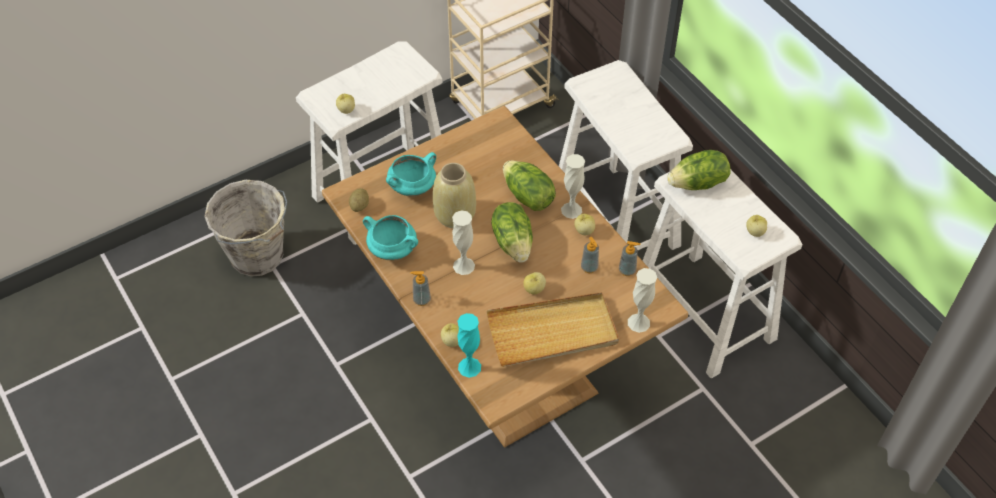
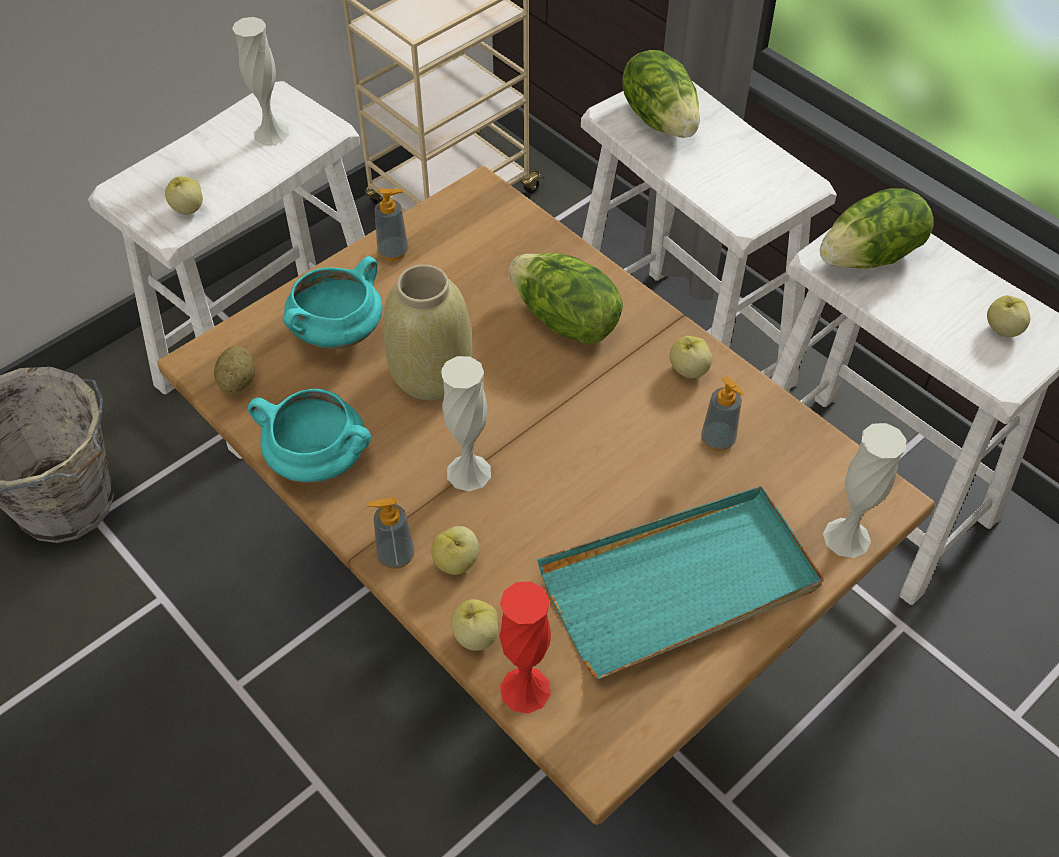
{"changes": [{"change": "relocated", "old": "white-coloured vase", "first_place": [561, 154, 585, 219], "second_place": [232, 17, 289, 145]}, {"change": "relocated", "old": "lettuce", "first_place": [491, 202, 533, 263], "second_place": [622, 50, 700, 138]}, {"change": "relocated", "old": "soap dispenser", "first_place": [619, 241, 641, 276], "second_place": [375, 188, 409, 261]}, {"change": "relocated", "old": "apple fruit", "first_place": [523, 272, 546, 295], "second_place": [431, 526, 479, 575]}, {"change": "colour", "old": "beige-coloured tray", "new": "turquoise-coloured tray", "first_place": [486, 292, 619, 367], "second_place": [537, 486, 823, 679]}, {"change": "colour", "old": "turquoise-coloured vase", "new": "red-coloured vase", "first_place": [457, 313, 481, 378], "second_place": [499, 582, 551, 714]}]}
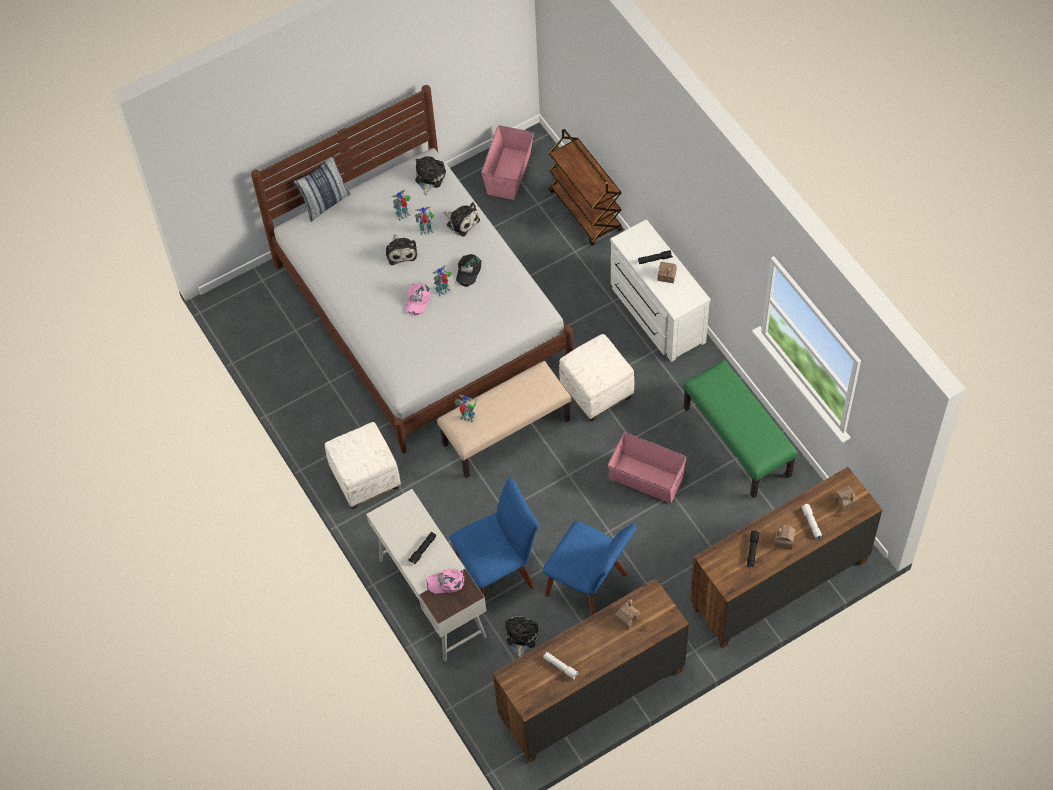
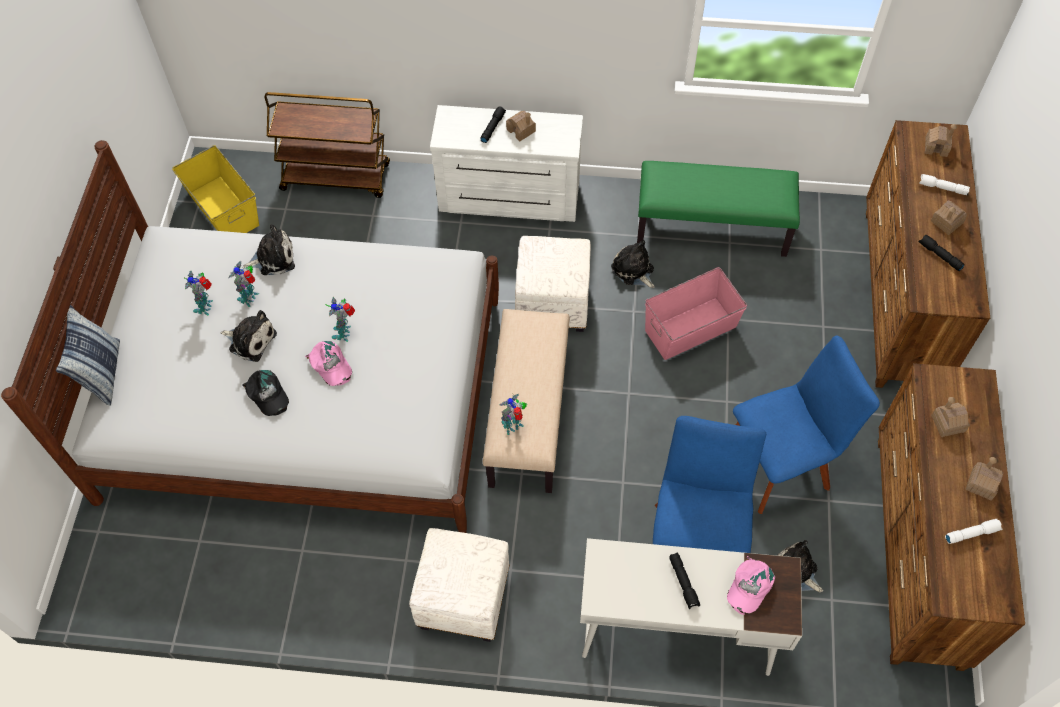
{"changes": [{"change": "colour", "old": "pink-coloured storage box", "new": "yellowish storage box", "first_place": [481, 125, 534, 200], "second_place": [172, 145, 259, 233]}, {"change": "relocated", "old": "soft toy", "first_place": [415, 156, 446, 195], "second_place": [611, 240, 655, 288]}, {"change": "relocated", "old": "blackish cap", "first_place": [456, 254, 481, 287], "second_place": [242, 370, 289, 416]}, {"change": "appeared", "new": "miniature house", "second_place": [965, 457, 1003, 501]}]}
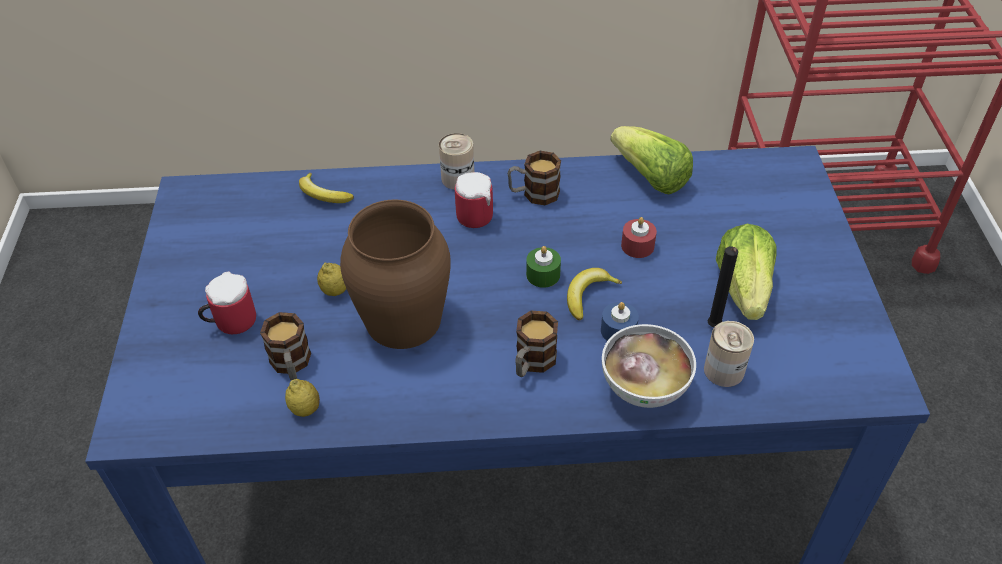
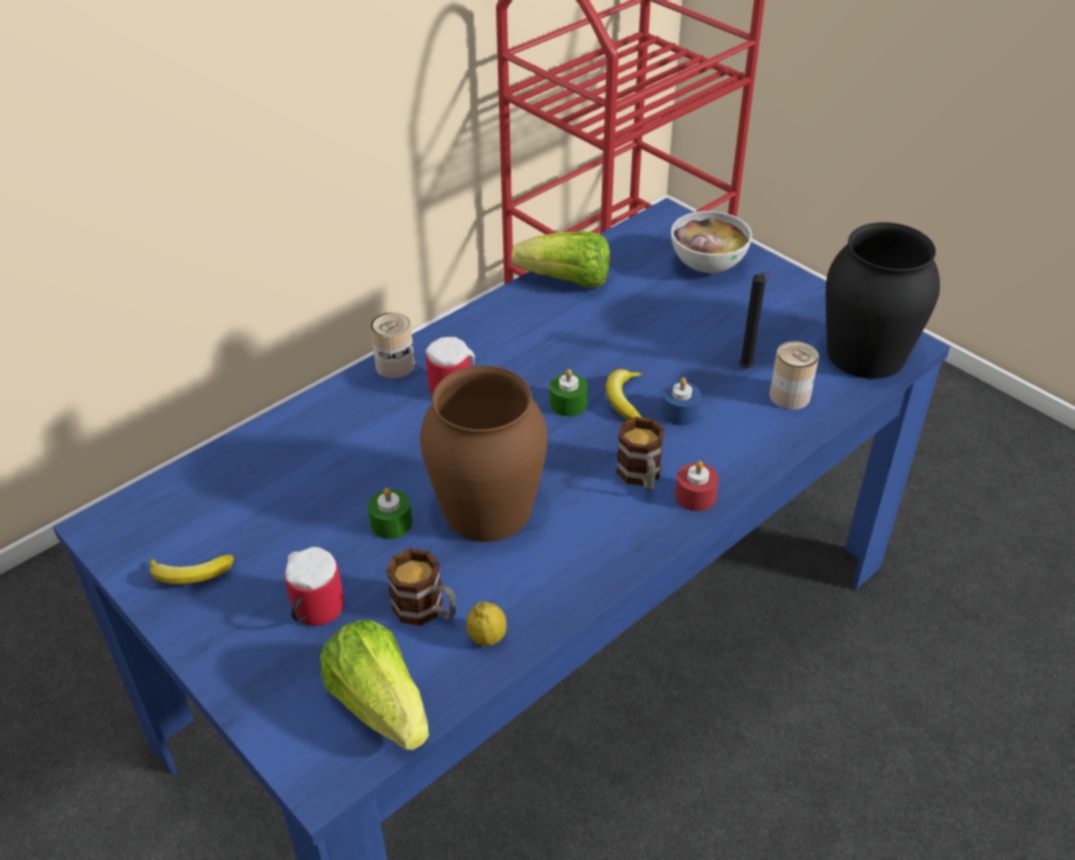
{"changes": [{"change": "missing", "old": "coffee mug", "first_place": [508, 151, 561, 205]}, {"change": "relocated", "old": "whole banana", "first_place": [299, 173, 354, 203], "second_place": [149, 555, 234, 584]}, {"change": "relocated", "old": "red-coloured candle", "first_place": [621, 217, 657, 258], "second_place": [675, 461, 719, 511]}, {"change": "relocated", "old": "lettuce", "first_place": [716, 224, 777, 320], "second_place": [320, 620, 429, 750]}, {"change": "exchanged", "old": "citrus fruit", "new": "greenish candle", "first_place": [317, 263, 346, 296], "second_place": [368, 488, 412, 539]}, {"change": "relocated", "old": "serving bowl", "first_place": [602, 324, 696, 408], "second_place": [671, 211, 752, 273]}, {"change": "appeared", "new": "blackish vase", "second_place": [826, 222, 940, 379]}]}
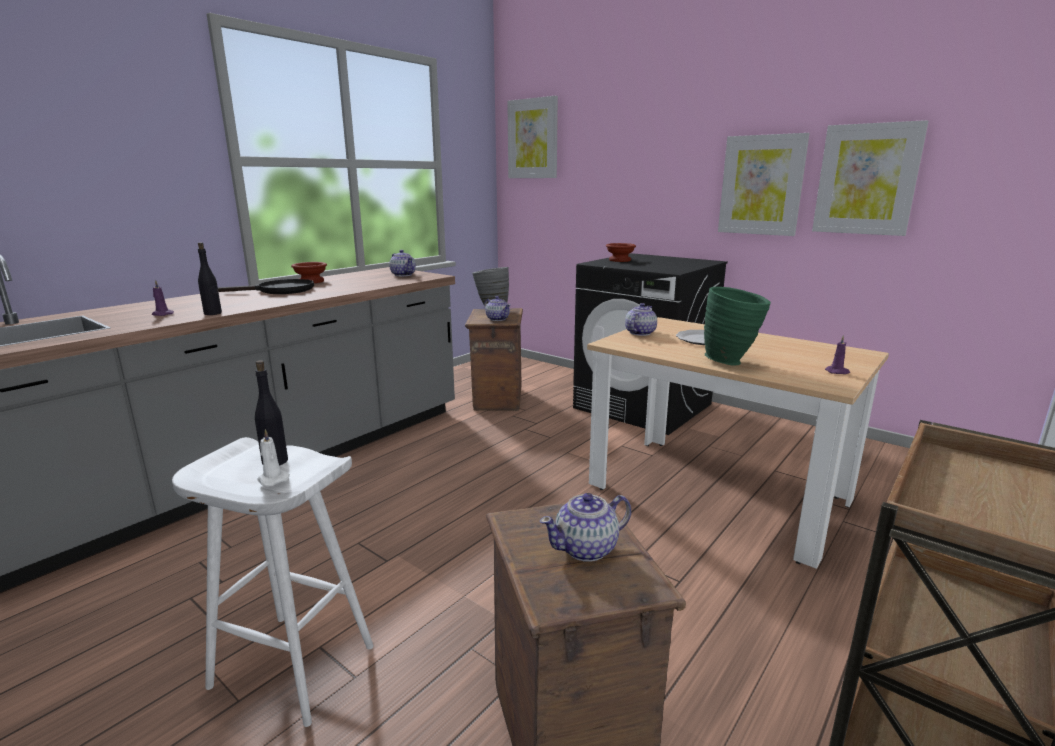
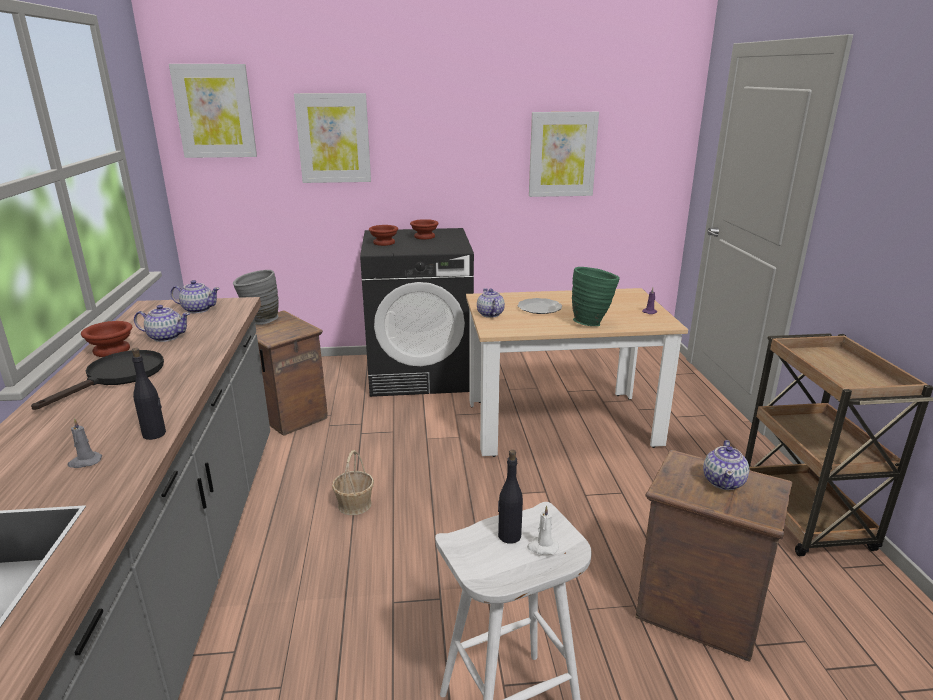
{"changes": [{"change": "relocated", "old": "wall art", "first_place": [718, 133, 810, 236], "second_place": [294, 93, 371, 183]}, {"change": "colour", "old": "purple-coloured candle", "new": "greyish candle", "first_place": [152, 280, 174, 316], "second_place": [68, 418, 102, 468]}, {"change": "relocated", "old": "teapot", "first_place": [484, 296, 511, 321], "second_place": [134, 305, 190, 342]}, {"change": "appeared", "new": "brown serving bowl", "second_place": [410, 219, 439, 239]}, {"change": "appeared", "new": "household basket", "second_place": [332, 450, 374, 515]}]}
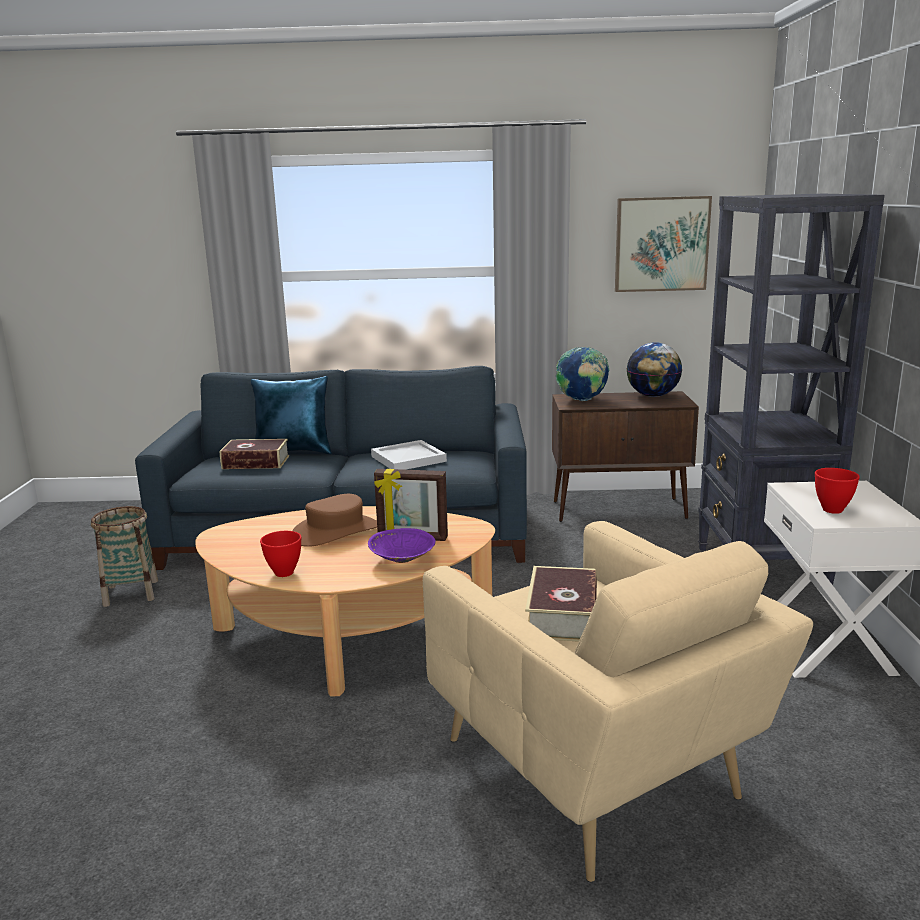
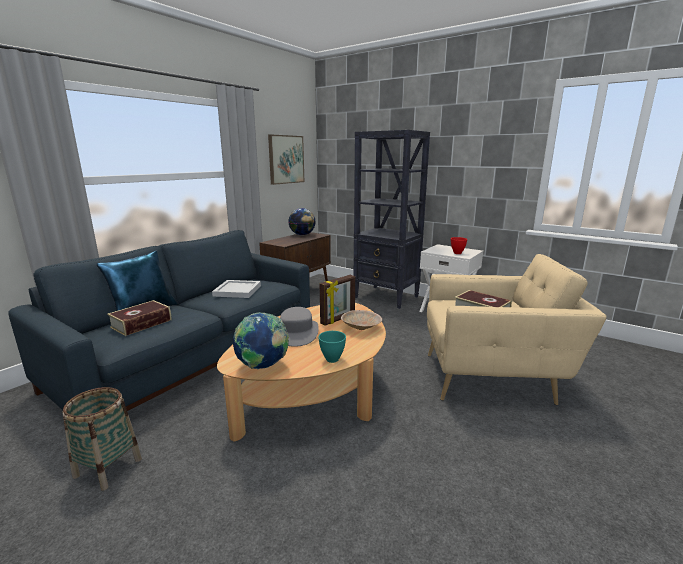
{"changes": [{"change": "relocated", "old": "world globe", "first_place": [556, 347, 609, 401], "second_place": [233, 312, 289, 370]}, {"change": "colour", "old": "brown hat", "new": "greyish hat", "first_place": [292, 494, 377, 547], "second_place": [280, 307, 319, 347]}, {"change": "colour", "old": "purple-coloured serving bowl", "new": "beige-coloured serving bowl", "first_place": [368, 528, 436, 563], "second_place": [341, 310, 382, 330]}, {"change": "colour", "old": "red-coloured serving bowl", "new": "turquoise-coloured serving bowl", "first_place": [260, 531, 301, 577], "second_place": [318, 331, 346, 363]}]}
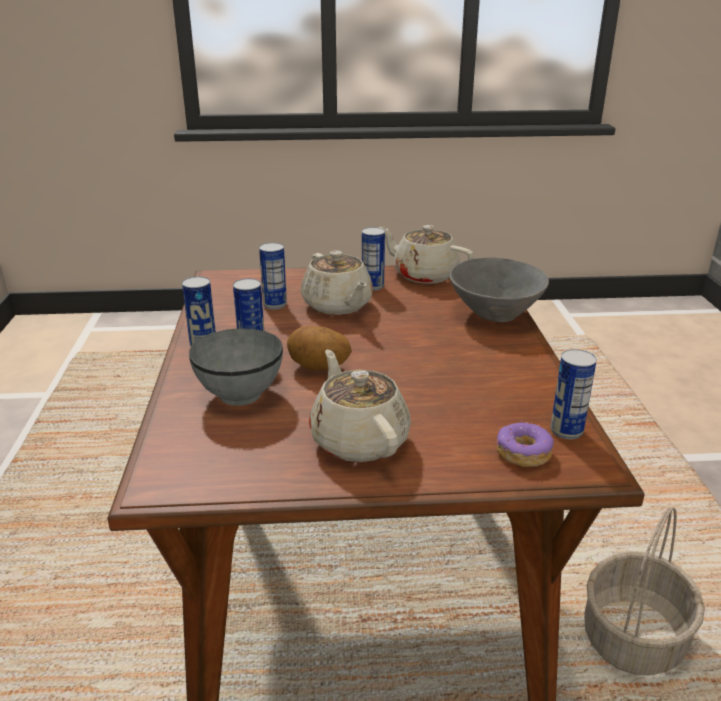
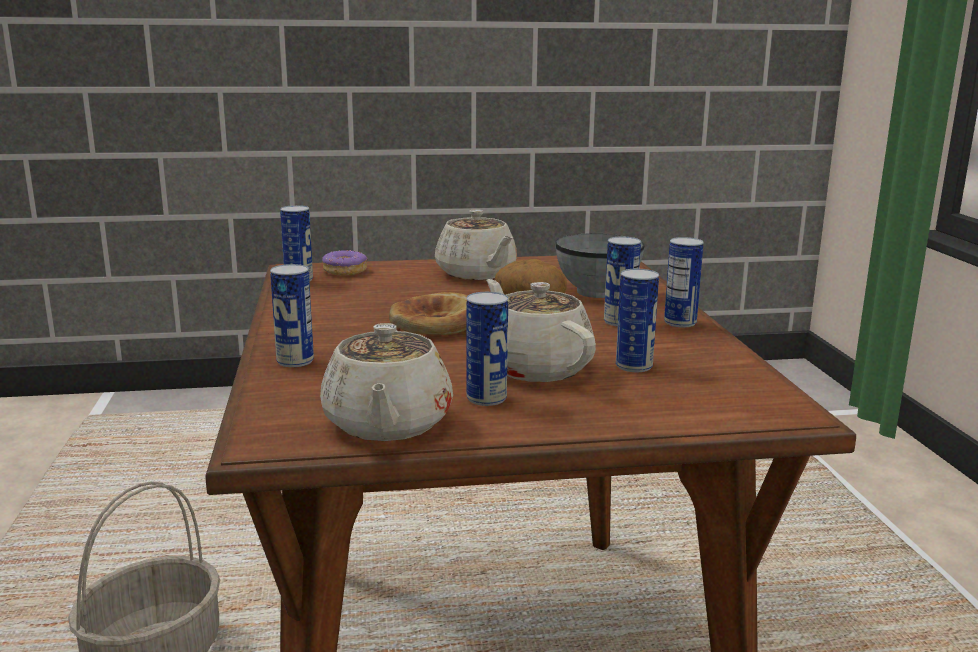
{"changes": [{"change": "spun", "old": "beige-coloured teapot", "first_place": [379, 225, 474, 284], "second_place": [320, 323, 453, 441], "degrees": 60}, {"change": "exchanged", "old": "greyish serving bowl", "new": "sealed can", "first_place": [449, 257, 549, 322], "second_place": [270, 264, 314, 367]}, {"change": "appeared", "new": "bread", "second_place": [389, 292, 468, 335]}]}
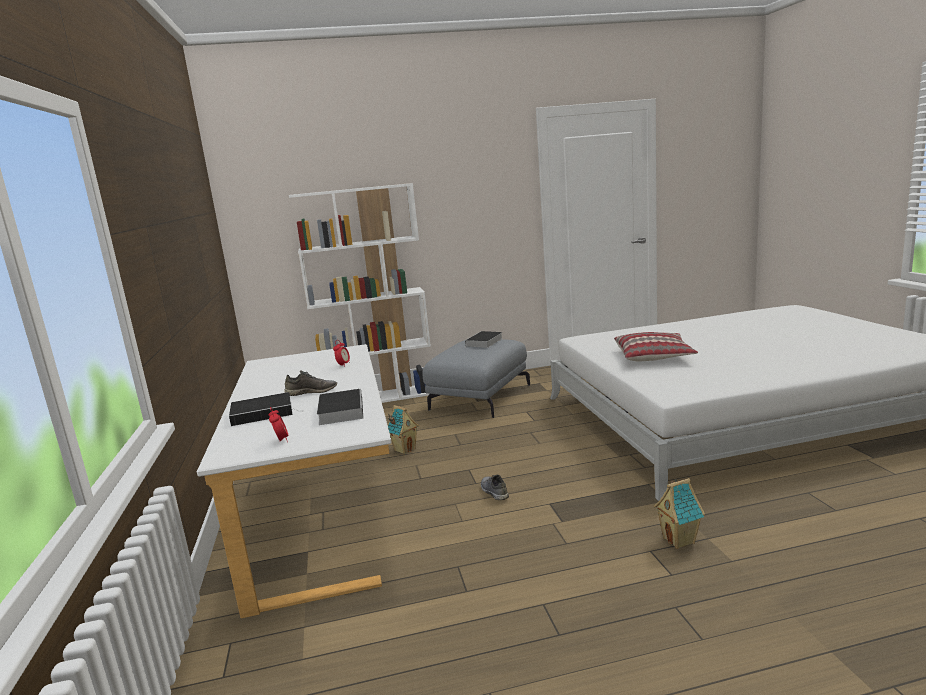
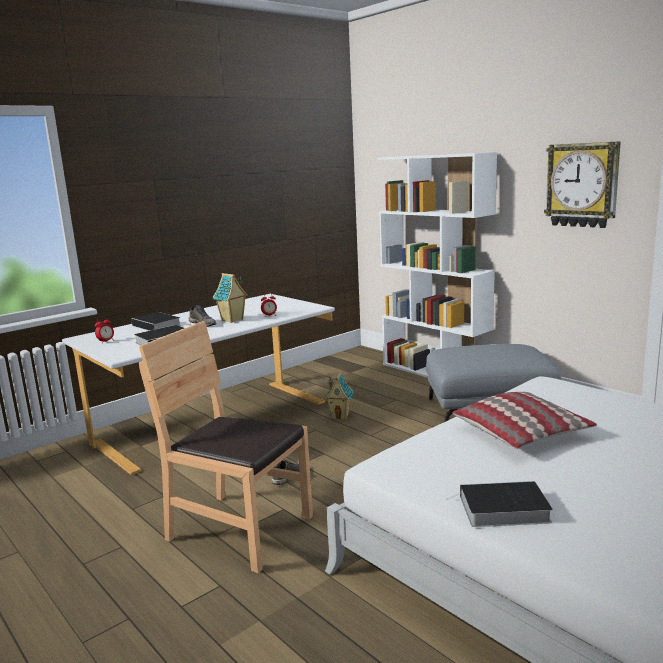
{"changes": [{"change": "relocated", "old": "book", "first_place": [464, 331, 503, 348], "second_place": [447, 481, 552, 527]}, {"change": "relocated", "old": "miniature house", "first_place": [654, 478, 705, 549], "second_place": [213, 273, 248, 323]}, {"change": "appeared", "new": "wall clock", "second_place": [544, 141, 621, 228]}, {"change": "appeared", "new": "brown chair", "second_place": [139, 321, 313, 573]}]}
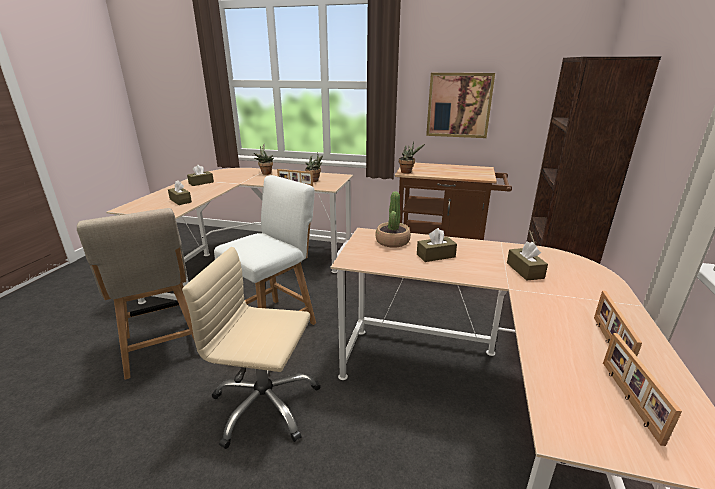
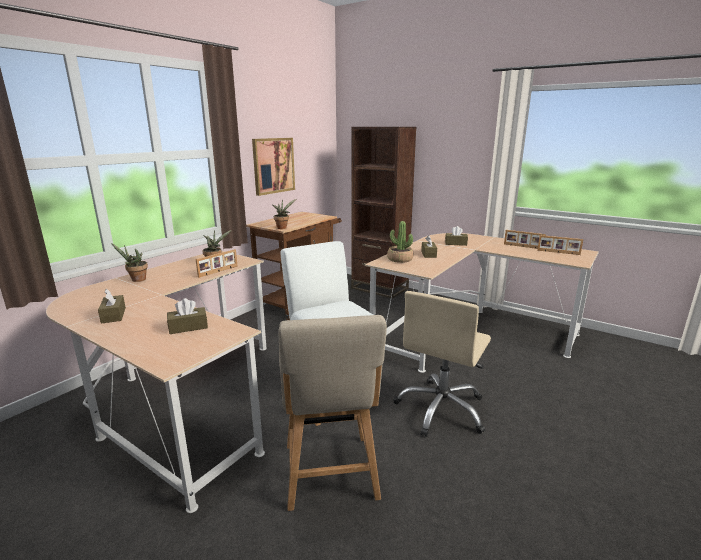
{"changes": [{"change": "spun", "old": "beige-coloured chair", "first_place": [77, 208, 195, 380], "second_place": [278, 315, 387, 511], "degrees": 90}]}
